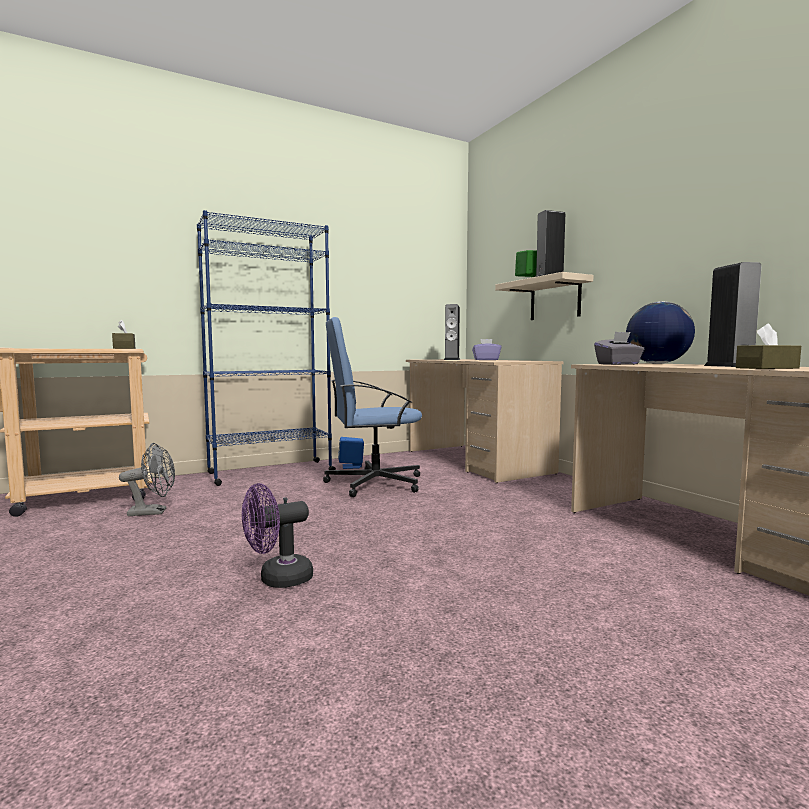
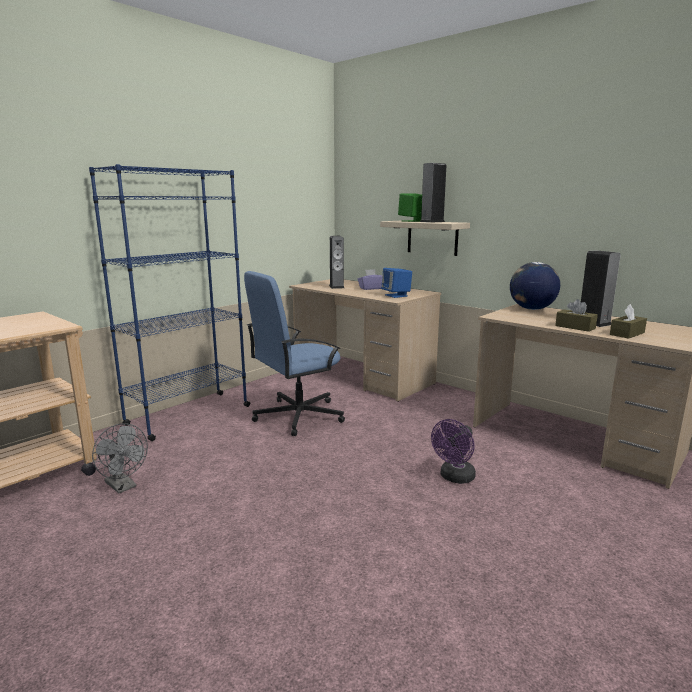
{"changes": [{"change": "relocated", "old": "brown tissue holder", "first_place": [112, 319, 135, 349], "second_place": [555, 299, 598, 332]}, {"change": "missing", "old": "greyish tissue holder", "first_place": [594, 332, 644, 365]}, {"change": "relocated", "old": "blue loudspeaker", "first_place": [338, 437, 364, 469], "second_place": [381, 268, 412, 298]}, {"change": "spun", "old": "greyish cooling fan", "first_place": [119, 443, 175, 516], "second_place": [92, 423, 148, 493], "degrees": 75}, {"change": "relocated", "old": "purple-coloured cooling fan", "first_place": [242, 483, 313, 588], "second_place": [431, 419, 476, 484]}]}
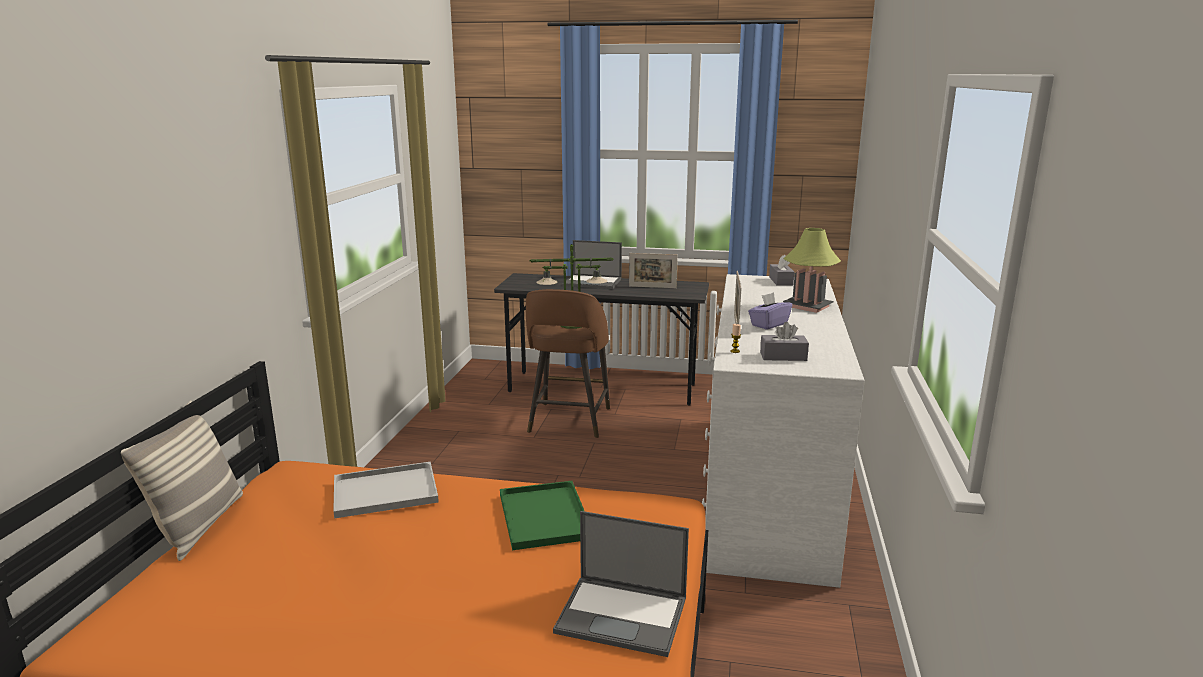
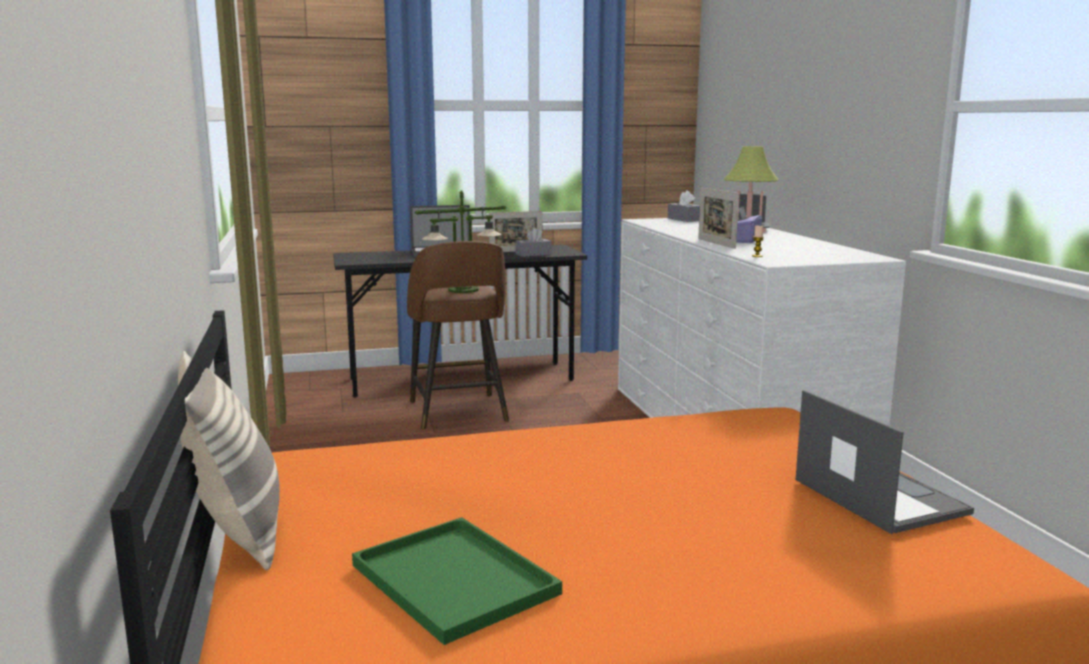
{"changes": [{"change": "relocated", "old": "greyish tissue holder", "first_place": [760, 322, 809, 361], "second_place": [515, 227, 551, 257]}, {"change": "missing", "old": "white-coloured tray", "first_place": [333, 462, 439, 519]}, {"change": "relocated", "old": "greenish tray", "first_place": [500, 481, 584, 550], "second_place": [352, 517, 562, 645]}, {"change": "spun", "old": "laptop", "first_place": [553, 511, 689, 657], "second_place": [796, 390, 974, 534], "degrees": -105}]}
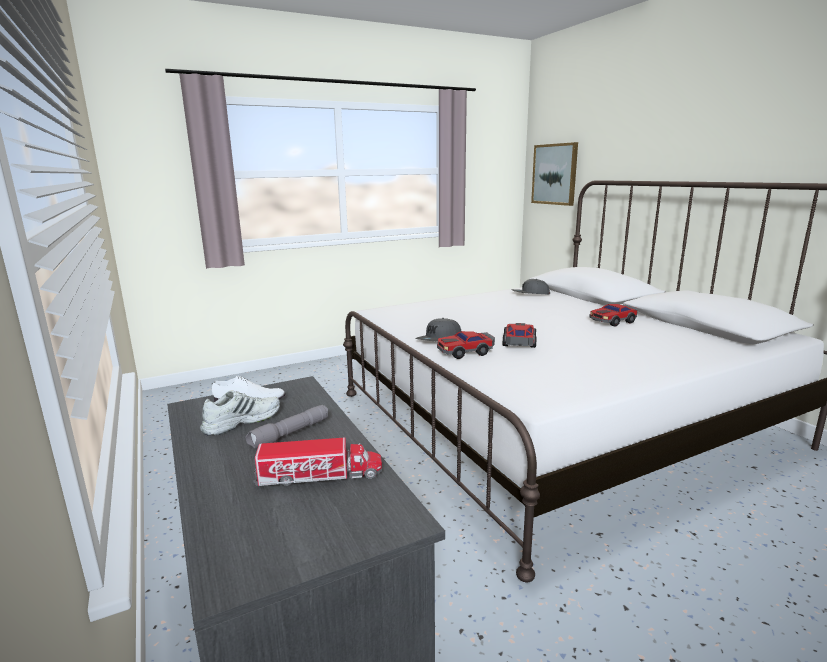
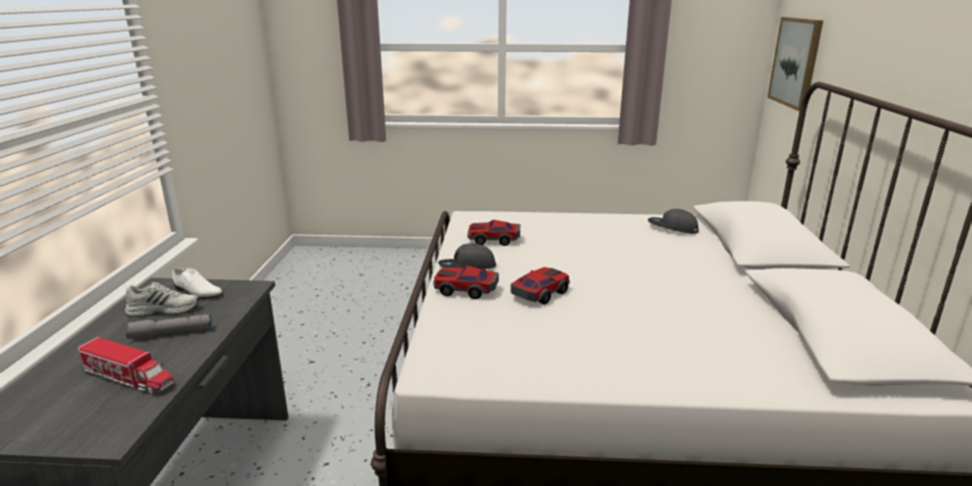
{"changes": [{"change": "relocated", "old": "toy car", "first_place": [589, 304, 638, 327], "second_place": [468, 220, 520, 246]}]}
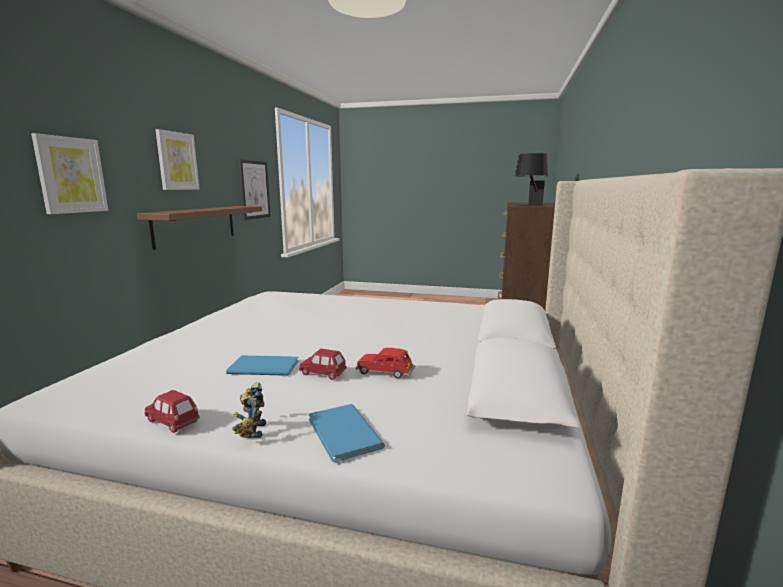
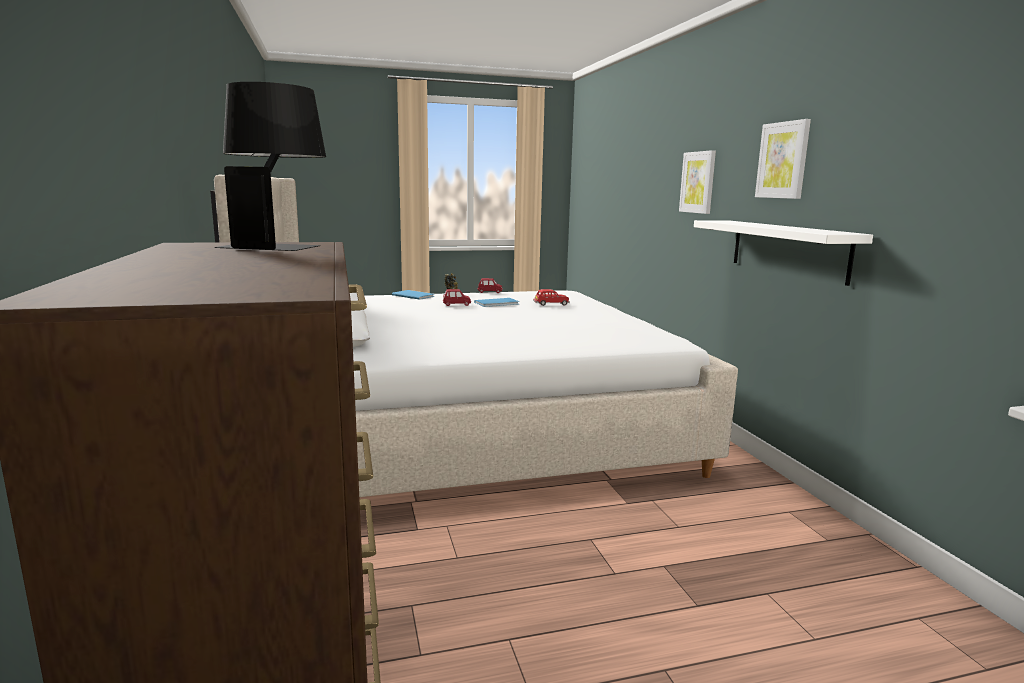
{"changes": [{"change": "missing", "old": "wall art", "first_place": [238, 159, 271, 220]}, {"change": "colour", "old": "brown bracket shelf", "new": "white-coloured bracket shelf", "first_place": [137, 206, 262, 250], "second_place": [694, 220, 873, 286]}, {"change": "relocated", "old": "red-coloured toy car", "first_place": [356, 347, 415, 379], "second_place": [533, 289, 570, 306]}]}
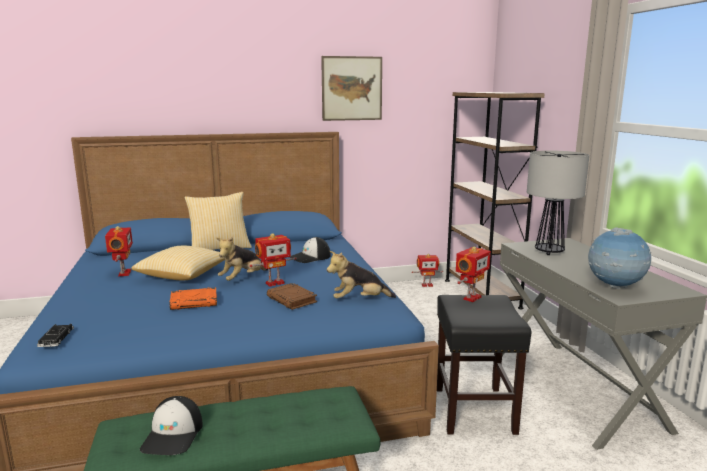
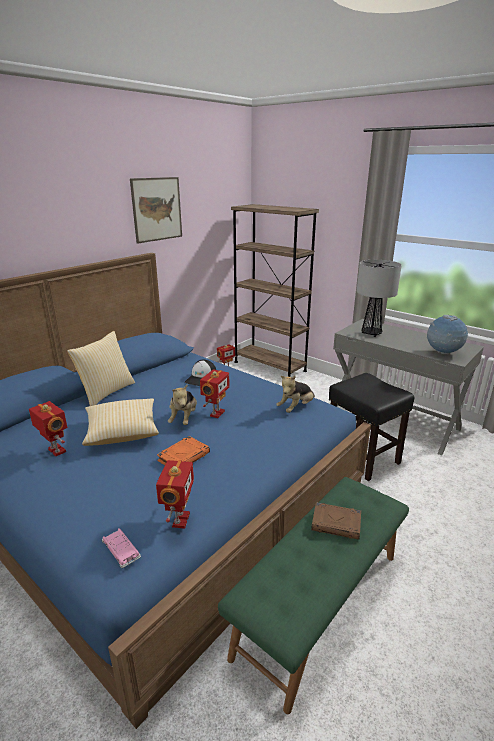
{"changes": [{"change": "relocated", "old": "toy robot", "first_place": [456, 247, 491, 302], "second_place": [156, 460, 194, 529]}, {"change": "relocated", "old": "brown book", "first_place": [267, 283, 317, 310], "second_place": [311, 502, 361, 540]}, {"change": "colour", "old": "blackish toy car", "new": "pink-coloured toy car", "first_place": [37, 324, 74, 347], "second_place": [102, 528, 141, 568]}, {"change": "missing", "old": "cap", "first_place": [140, 396, 203, 455]}]}
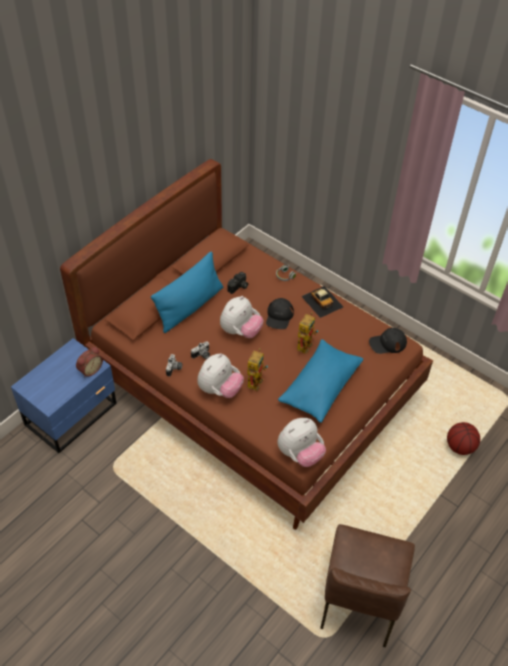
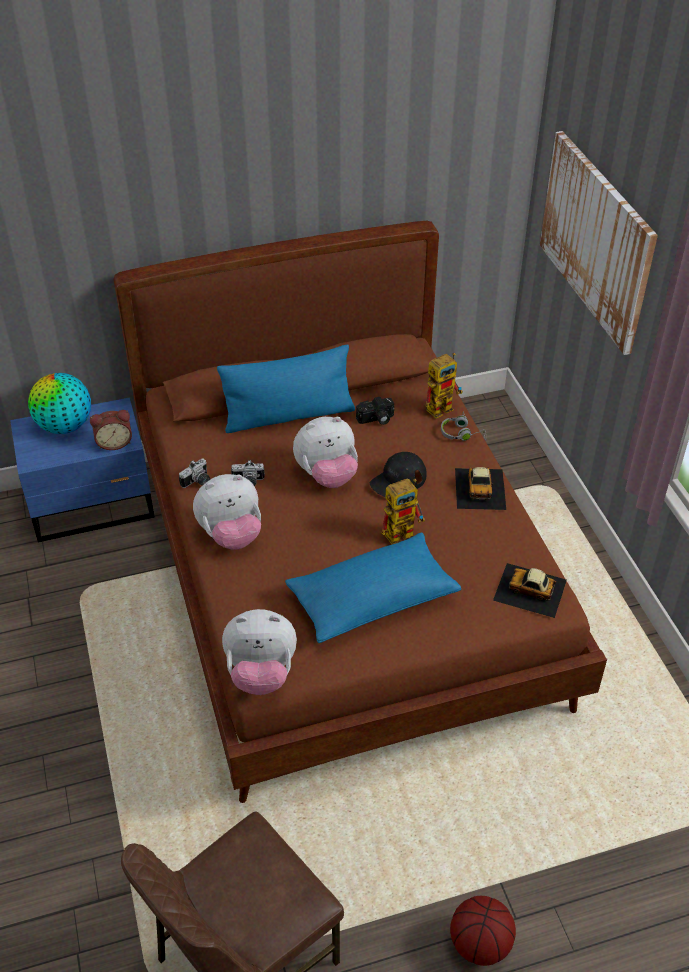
{"changes": [{"change": "exchanged", "old": "blackish cap", "new": "toy car", "first_place": [369, 328, 407, 354], "second_place": [493, 563, 567, 618]}, {"change": "relocated", "old": "toy robot", "first_place": [247, 348, 268, 391], "second_place": [425, 353, 463, 419]}, {"change": "relocated", "old": "ball for basketball", "first_place": [447, 422, 480, 455], "second_place": [450, 896, 516, 966]}, {"change": "appeared", "new": "wall art", "second_place": [540, 131, 658, 355]}, {"change": "appeared", "new": "world globe", "second_place": [28, 373, 91, 434]}]}
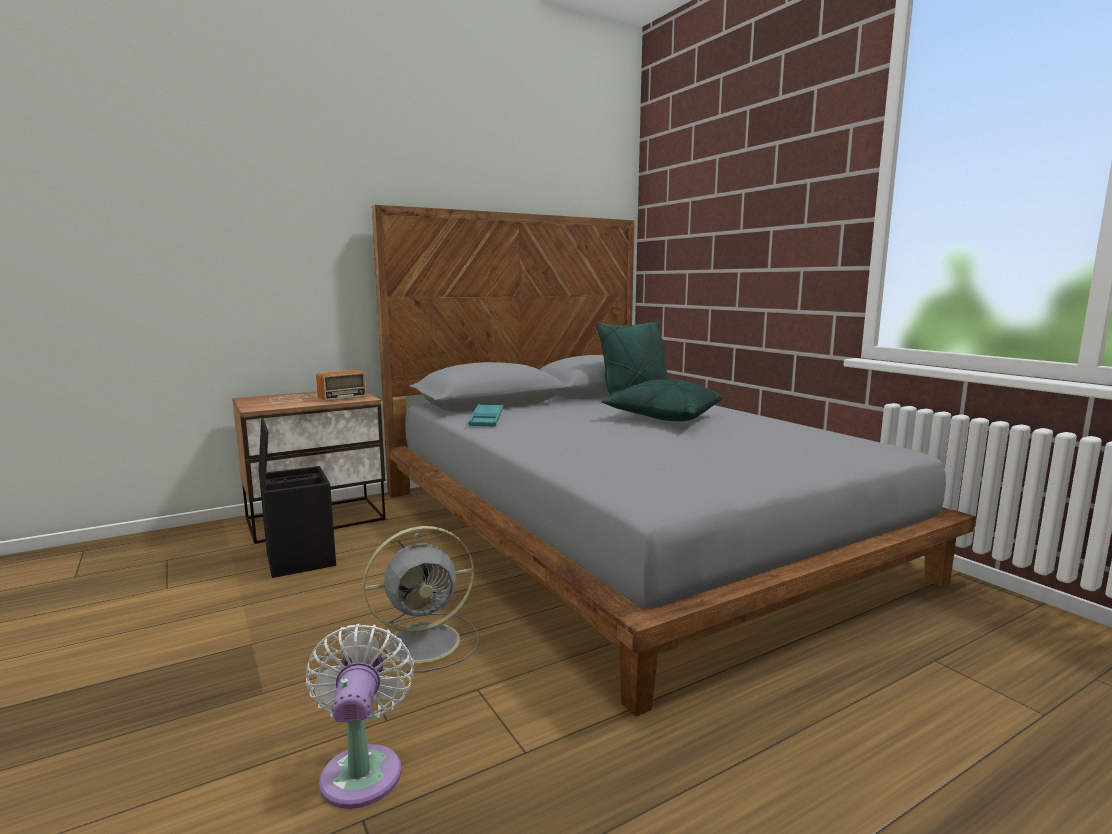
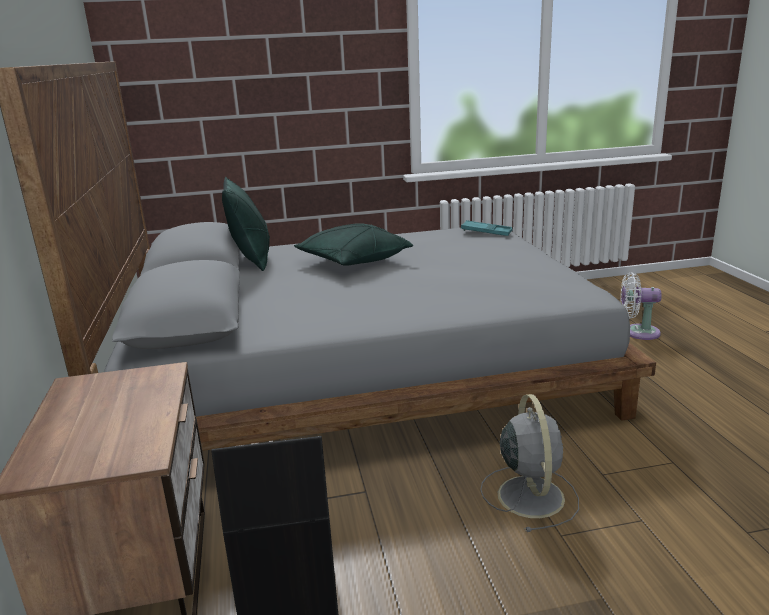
{"changes": [{"change": "missing", "old": "radio", "first_place": [269, 370, 367, 403]}, {"change": "relocated", "old": "turquoise-coloured tray", "first_place": [468, 404, 503, 426], "second_place": [461, 220, 513, 236]}, {"change": "relocated", "old": "white-coloured cooling fan", "first_place": [306, 624, 414, 809], "second_place": [621, 272, 662, 340]}]}
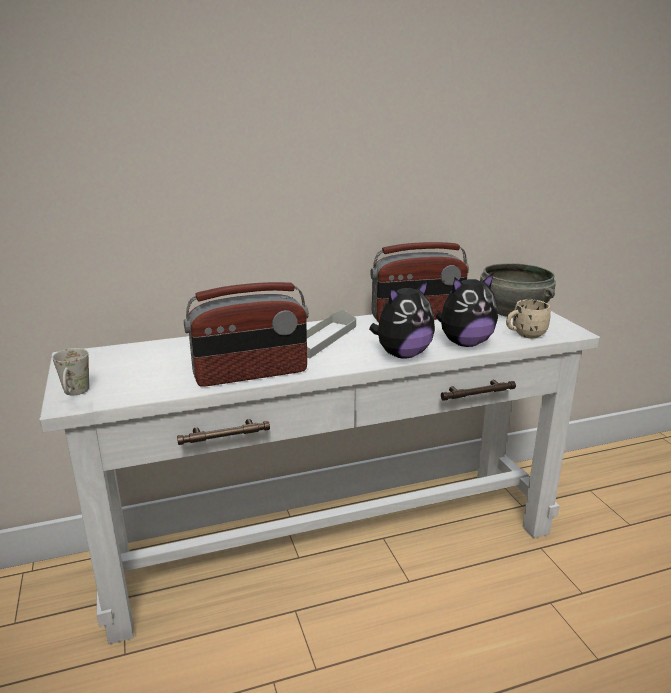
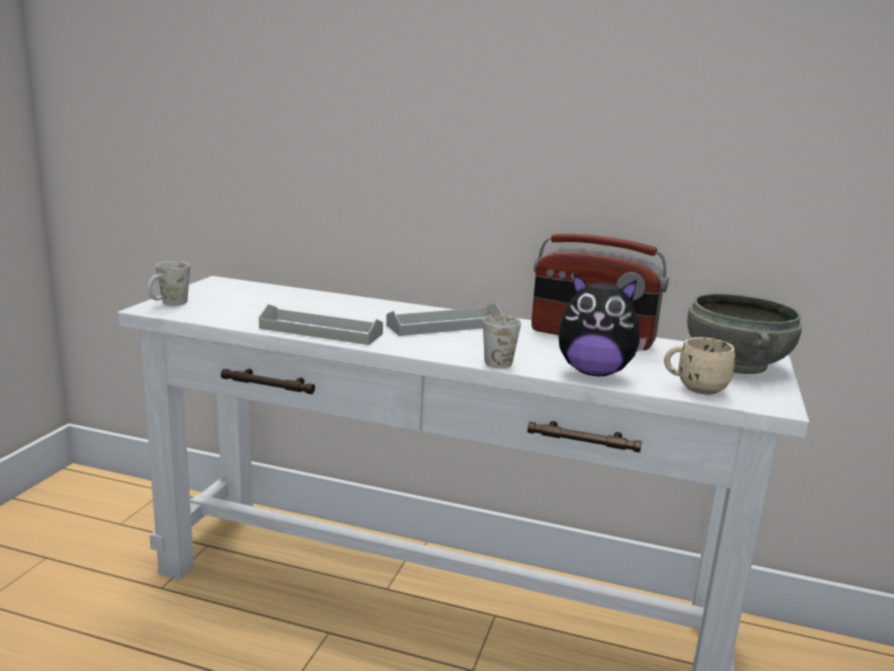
{"changes": [{"change": "exchanged", "old": "soft toy", "new": "white-coloured coffee mug", "first_place": [369, 280, 435, 359], "second_place": [483, 315, 521, 368]}, {"change": "exchanged", "old": "radio", "new": "greyish tray", "first_place": [184, 282, 309, 387], "second_place": [259, 304, 383, 345]}]}
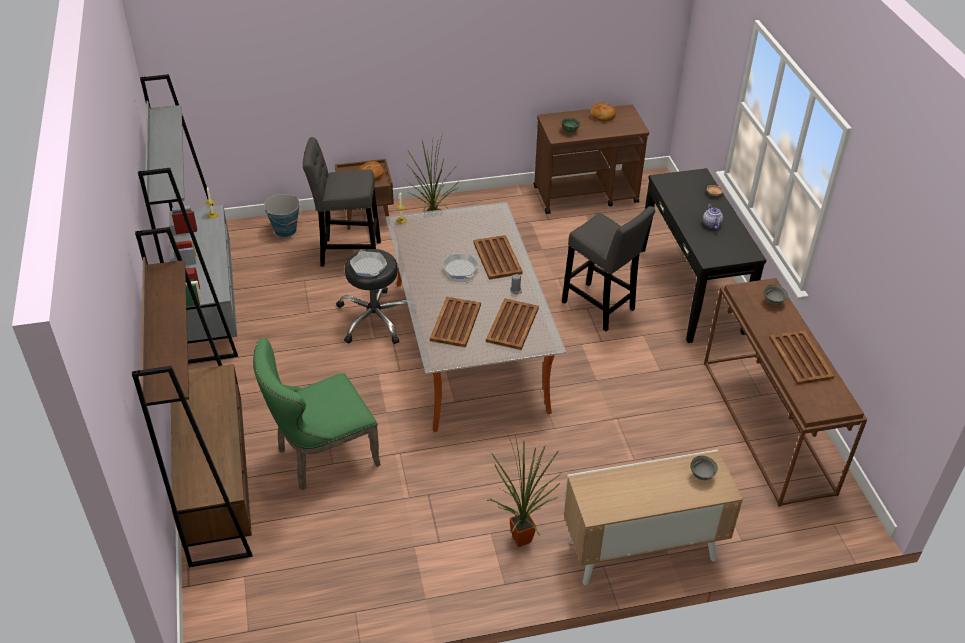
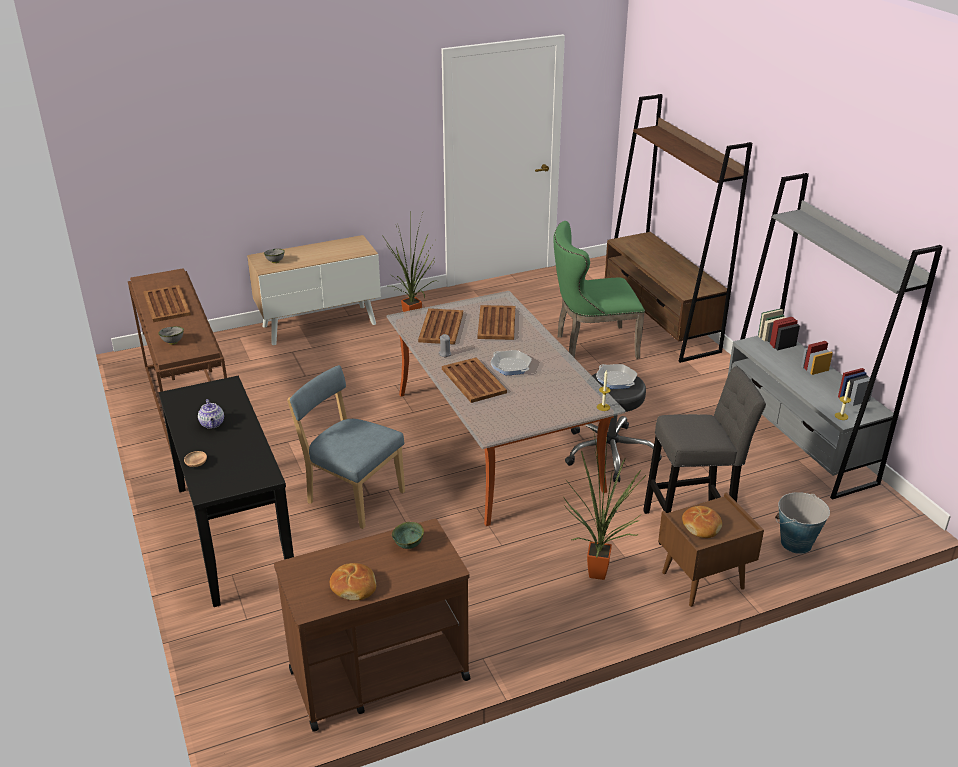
{"changes": [{"change": "exchanged", "old": "greyish stool seat", "new": "blue chair", "first_place": [562, 206, 655, 331], "second_place": [287, 365, 405, 529]}, {"change": "spun", "old": "greenish chair", "first_place": [253, 338, 381, 491], "second_place": [553, 221, 645, 359], "degrees": -150}]}
